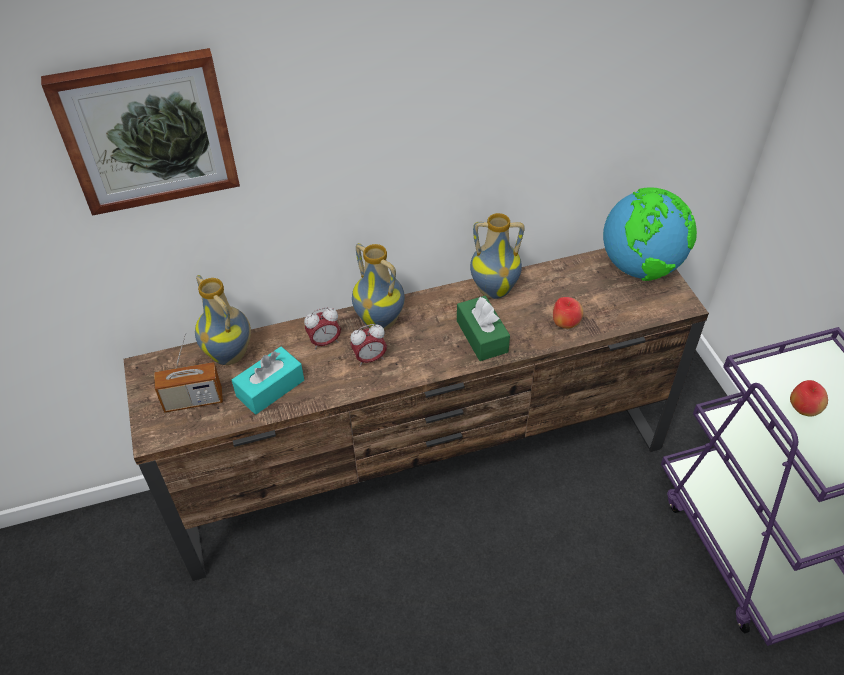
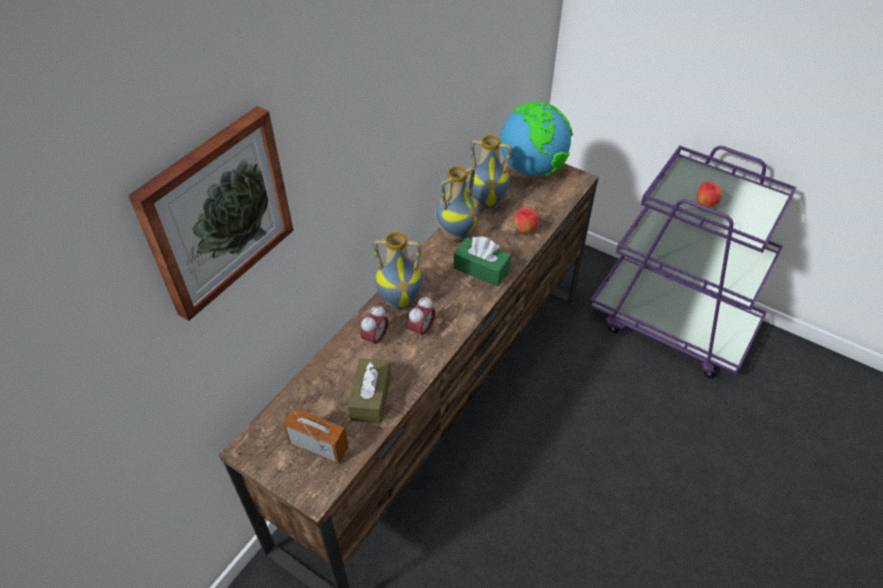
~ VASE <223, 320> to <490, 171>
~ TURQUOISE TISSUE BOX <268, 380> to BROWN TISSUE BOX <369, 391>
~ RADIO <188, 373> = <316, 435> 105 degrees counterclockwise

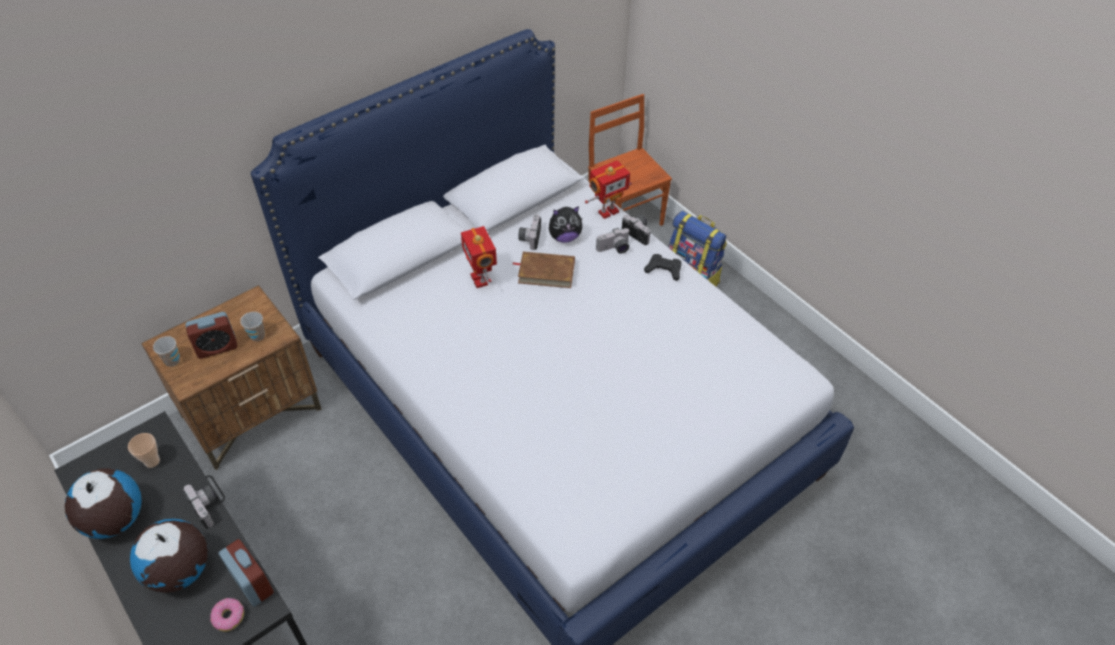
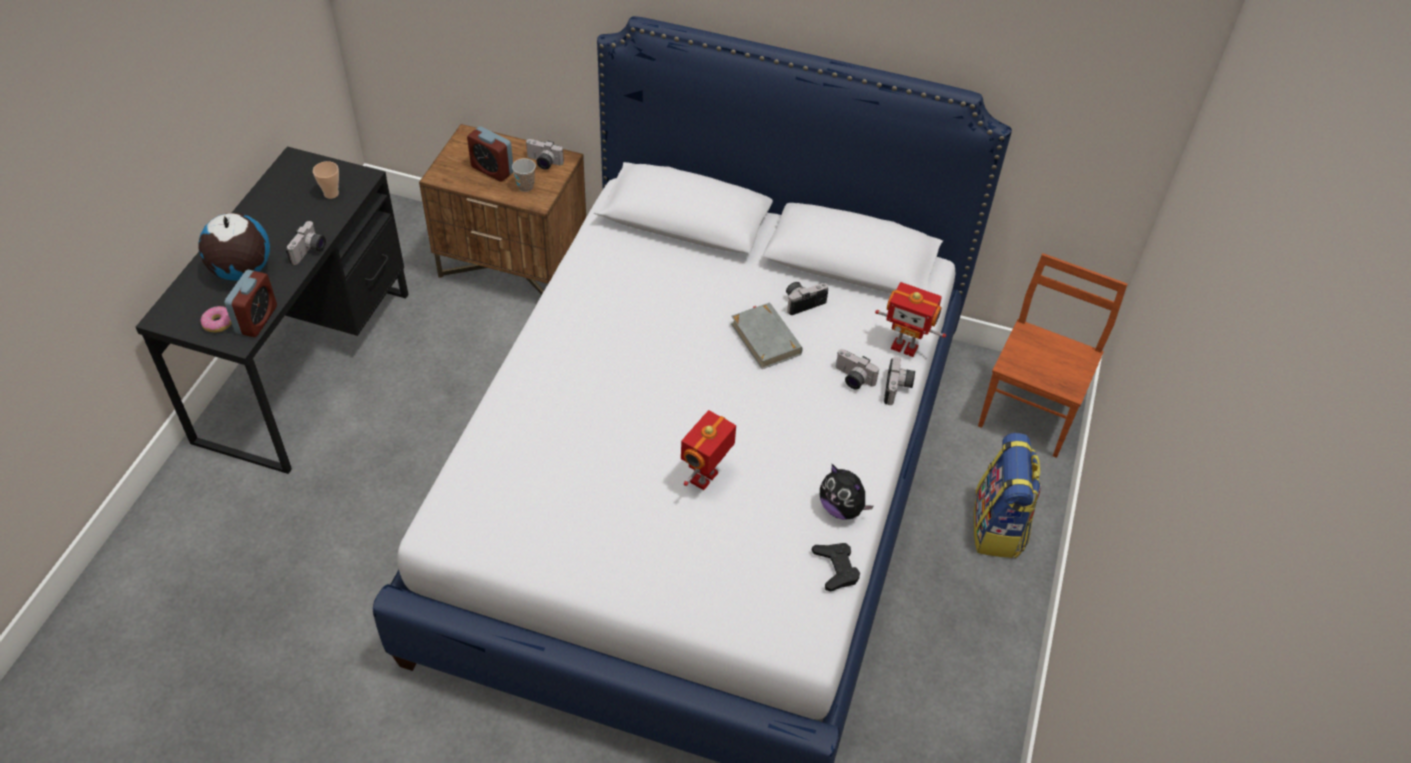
- GLOBE <103, 503>
- CUP <166, 351>
+ PHOTO CAMERA <544, 154>
~ TOY ROBOT <479, 257> to <708, 450>
~ PLUSH TOY <565, 224> to <847, 492>
~ BLACK GAME CONTROLLER <663, 267> to <836, 567>
~ BROWN BOOK <544, 270> to GREY BOOK <766, 335>

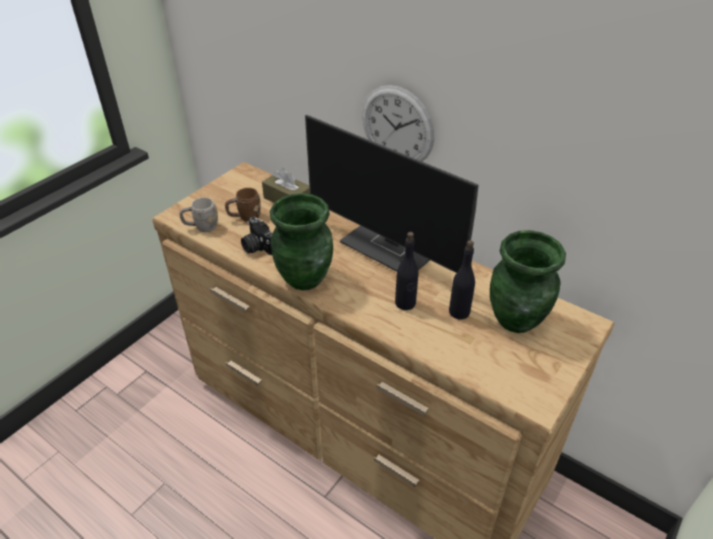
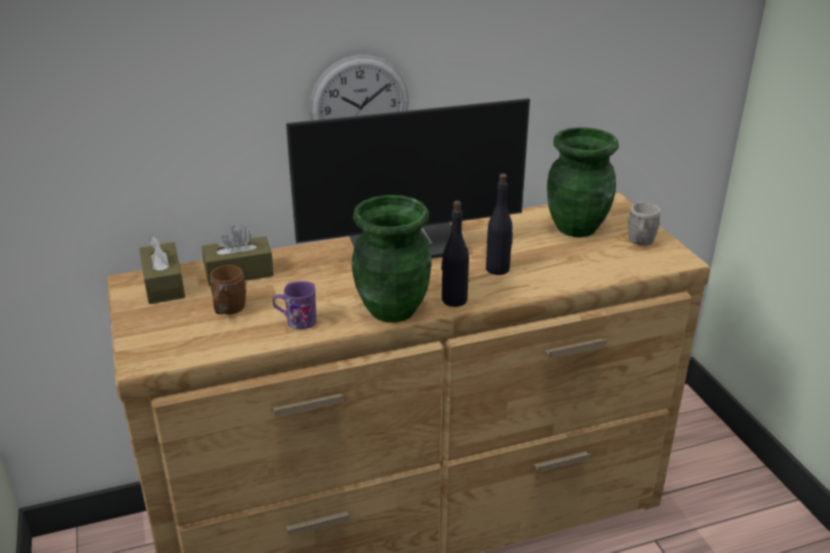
+ BROWN TISSUE BOX <162, 269>
~ GREY MUG <198, 214> to <644, 224>
~ BLACK BOTTLE <462, 279> to <455, 254>
~ PHOTO CAMERA <257, 235> to PURPLE MUG <295, 305>

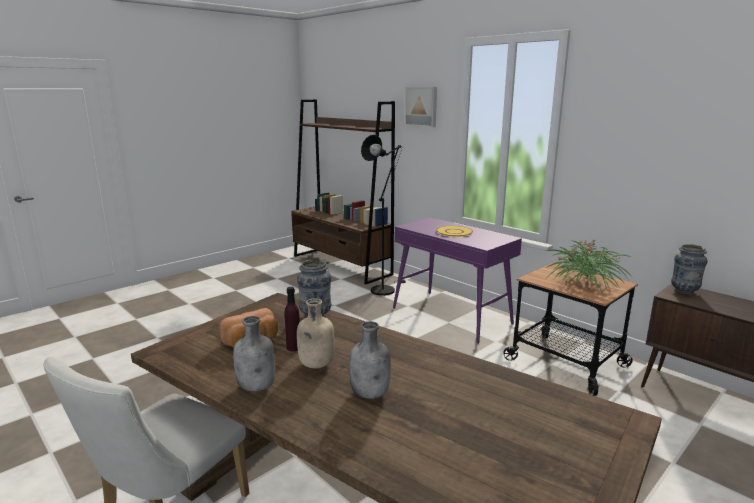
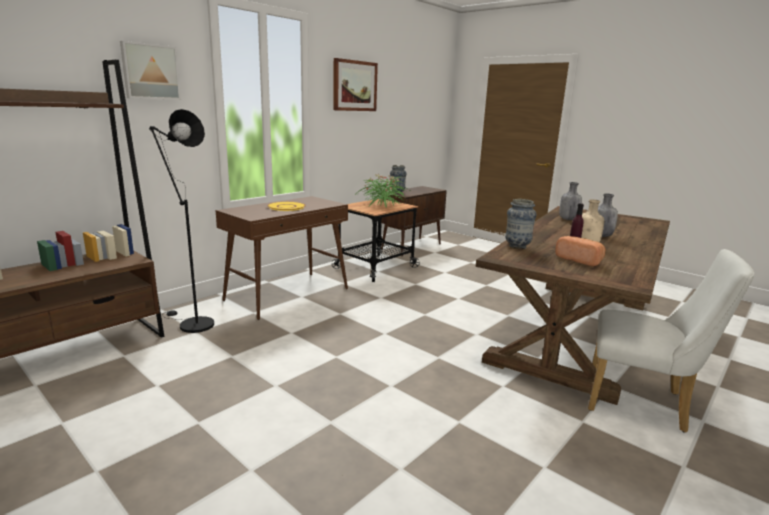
+ PICTURE <355, 84>
~ GREY BOTTLE <254, 354> to <570, 201>
~ PURPLE CONSOLE TABLE <457, 280> to BROWN CONSOLE TABLE <281, 258>

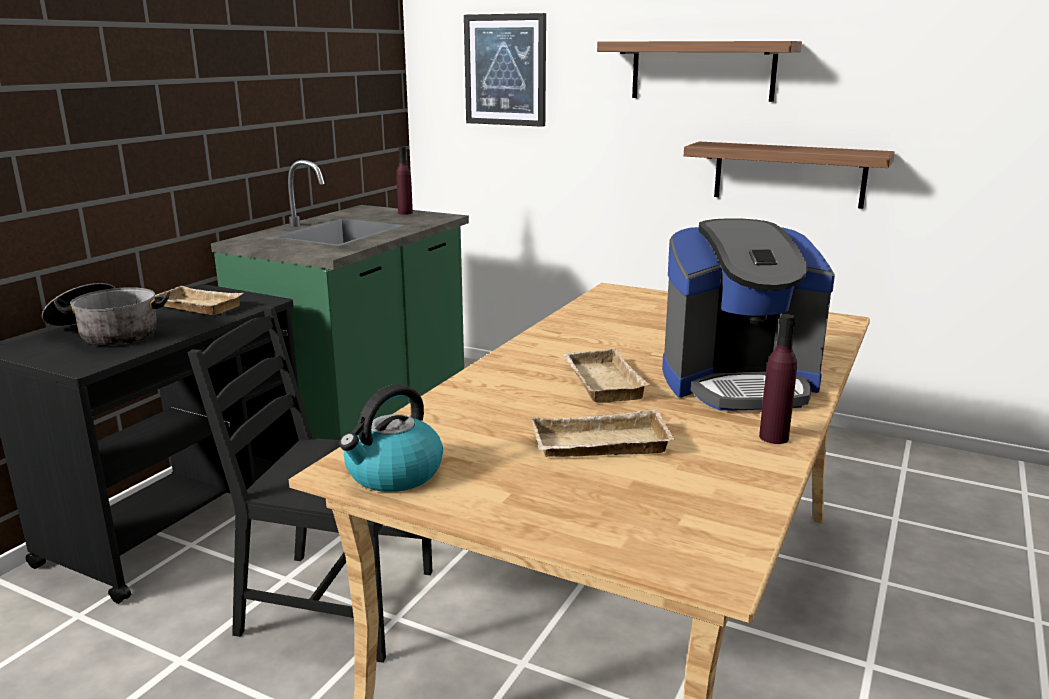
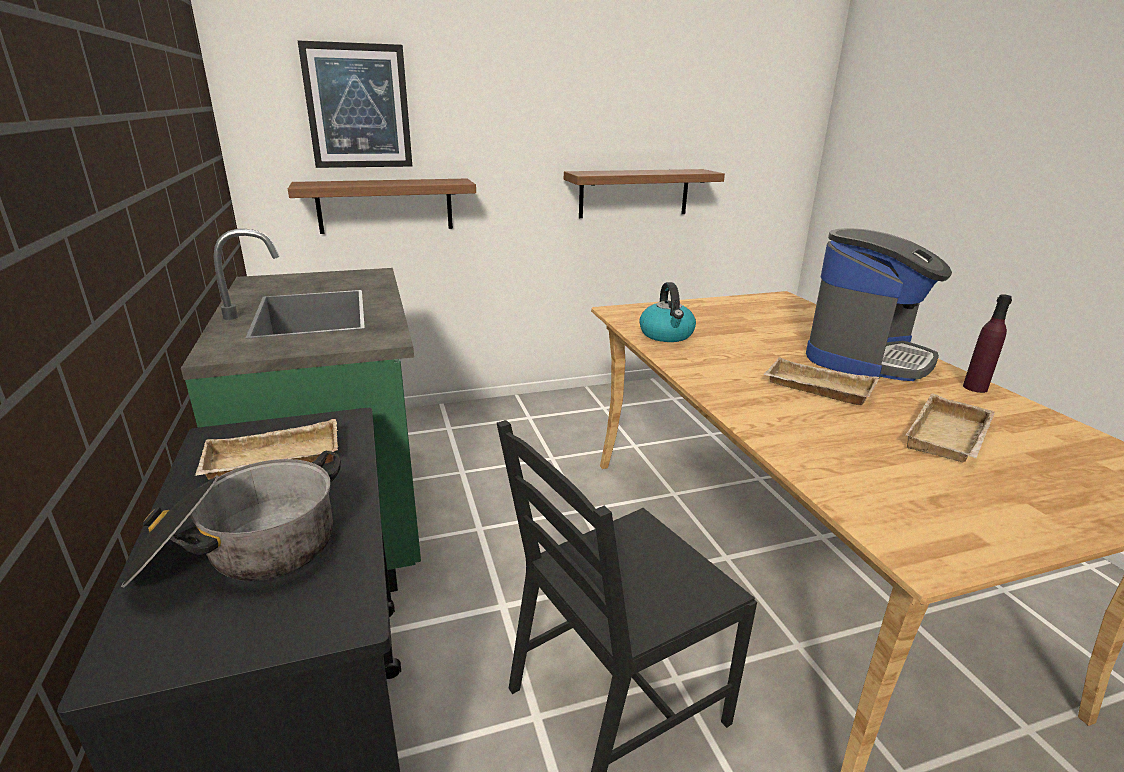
- PURPLE BOTTLE <404, 181>
~ KETTLE <391, 438> to <667, 312>
~ SHELF <699, 71> to <382, 206>

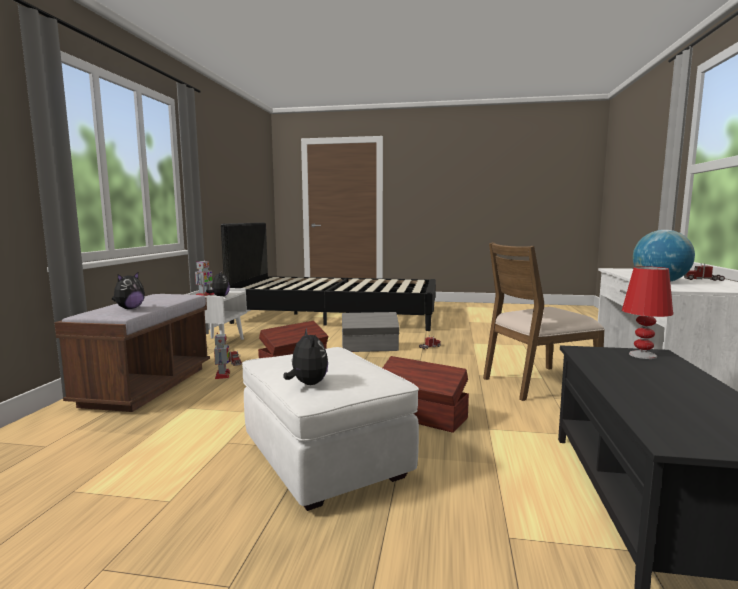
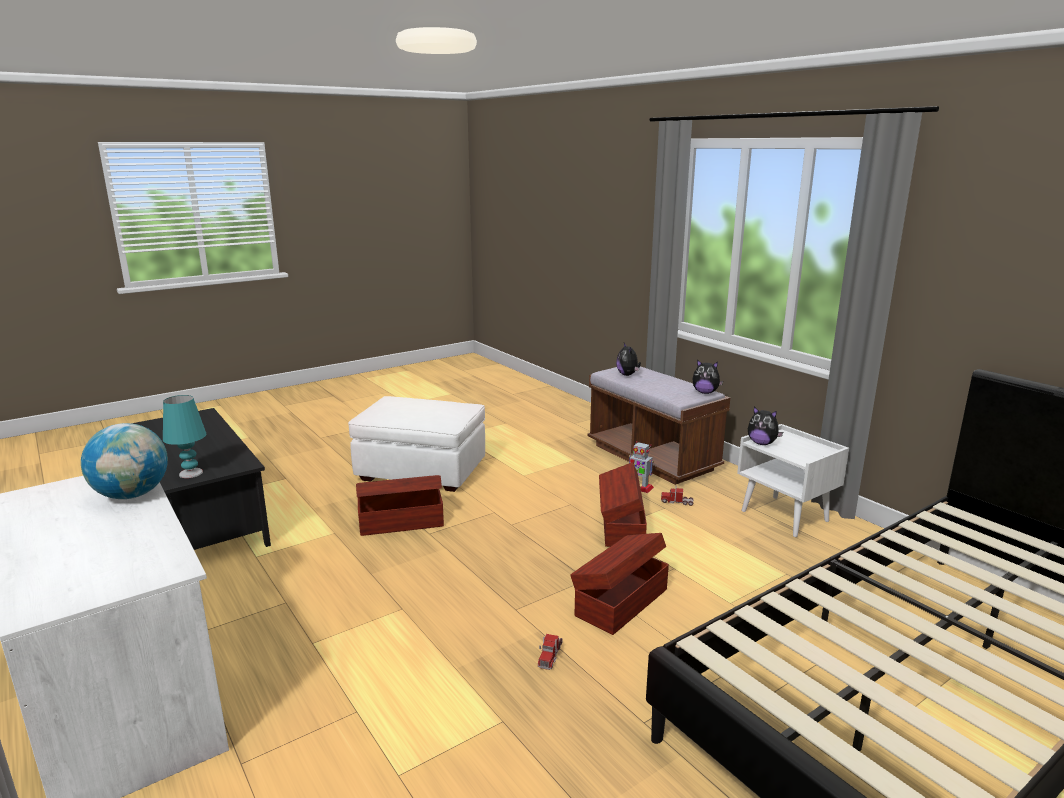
- TOY ROBOT <204, 278>
- BROWN CHAIR <544, 321>
- TOY TRUCK <704, 272>
~ PLUSH TOY <305, 356> to <707, 377>
~ GREY STORAGE BOX <370, 332> to BROWN STORAGE BOX <619, 584>
~ RED TABLE LAMP <647, 312> to TURQUOISE TABLE LAMP <184, 436>

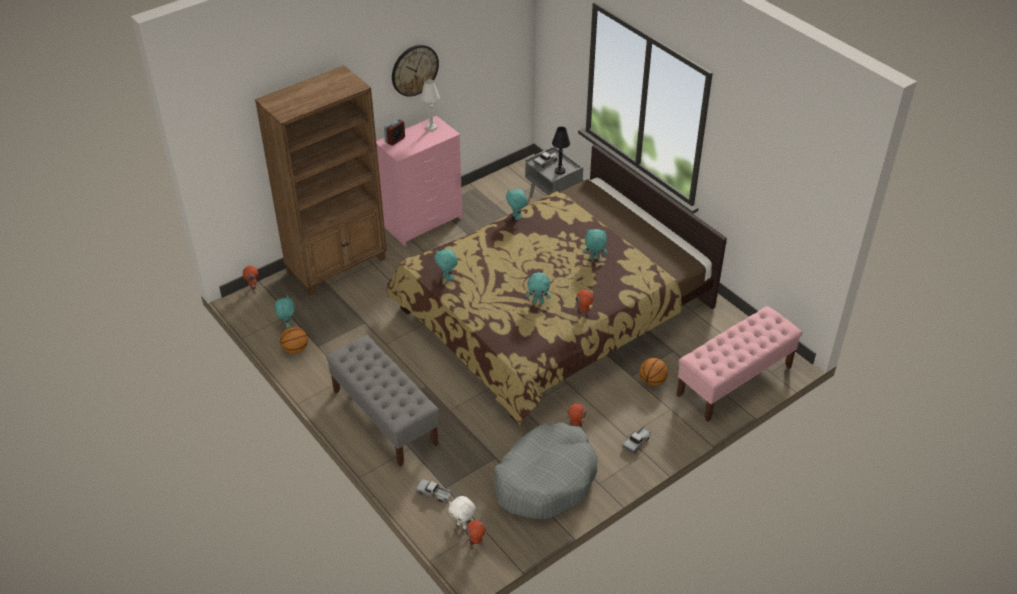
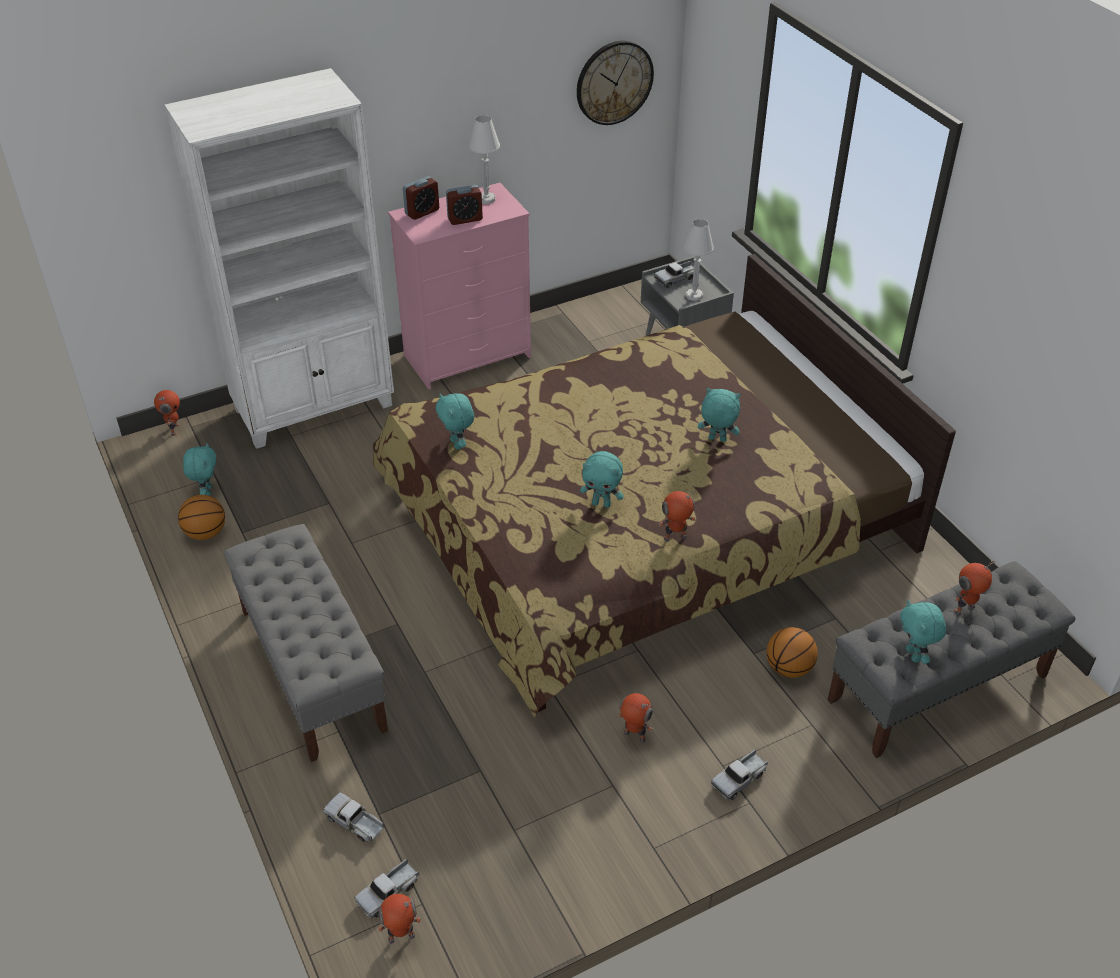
- GREY DOG BED <546, 470>
+ ALARM CLOCK <464, 205>
+ TOY ROBOT <974, 587>
~ WALL CLOCK <415, 71> to <615, 83>
~ TURQUOISE PLUSH TOY <516, 204> to <923, 632>
~ WHITE PLUSH TOY <462, 512> to TOY TRUCK <387, 888>
~ BROWN BOOKCASE <321, 180> to WHITE BOOKCASE <279, 258>
~ BLACK TABLE LAMP <561, 151> to WHITE TABLE LAMP <698, 260>
~ PINK BENCH <739, 364> to GREY BENCH <951, 659>

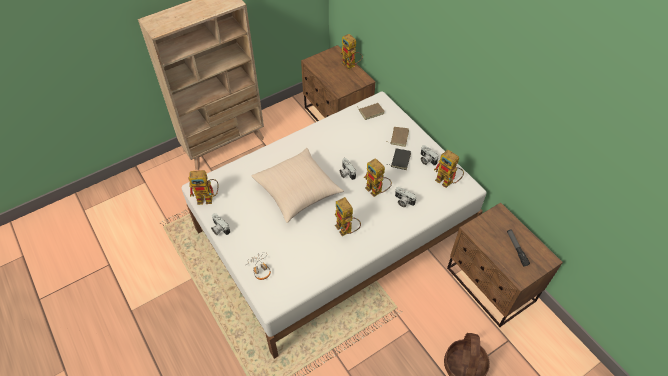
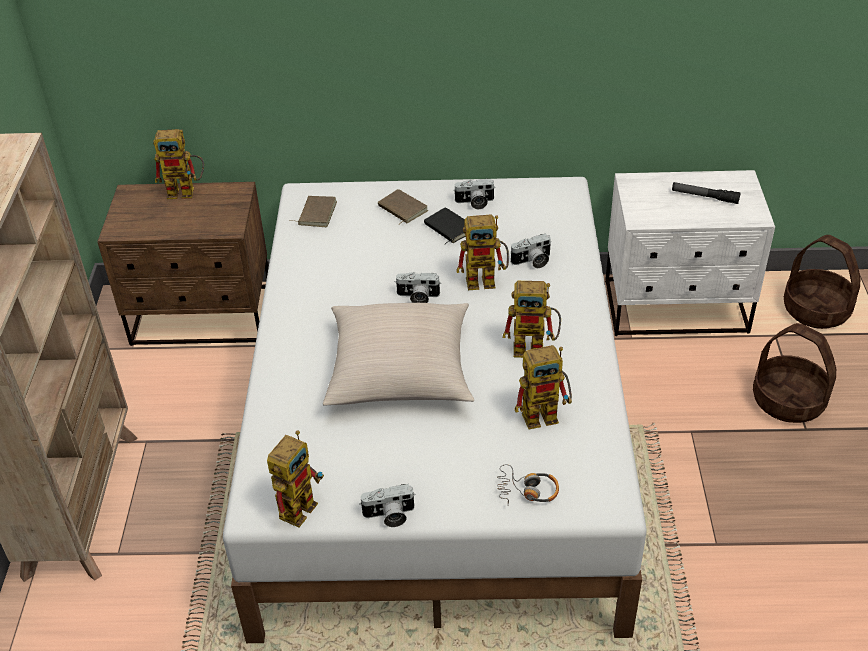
+ BASKET <822, 282>
~ TOY ROBOT <449, 169> to <543, 387>
~ BROWN NIGHTSTAND <505, 264> to WHITE NIGHTSTAND <690, 253>

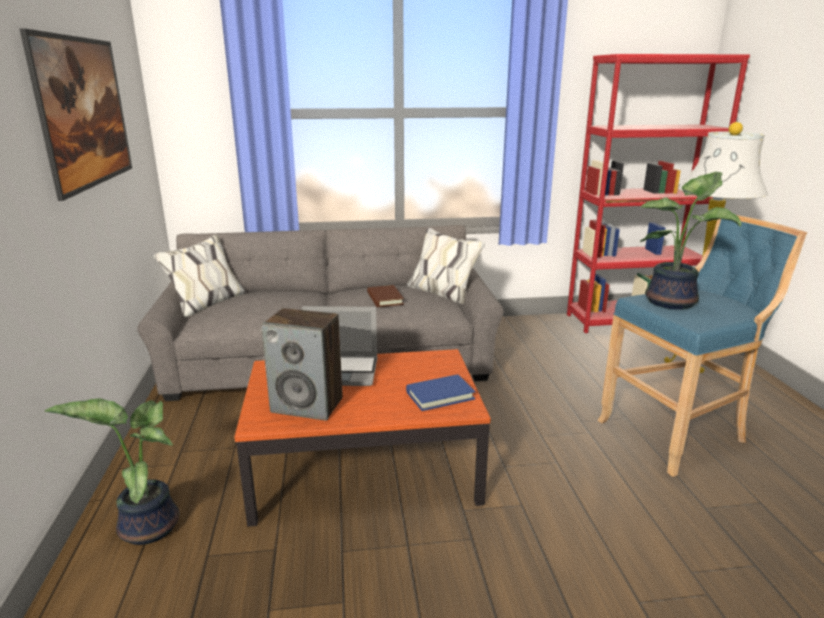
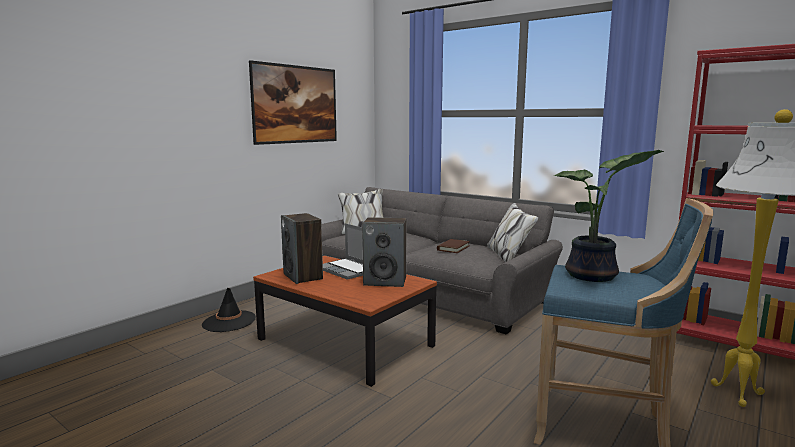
- BLUE BOOK <440, 392>
+ SPEAKER <384, 252>
~ POTTED PLANT <112, 471> to BLACK HAT <229, 310>

